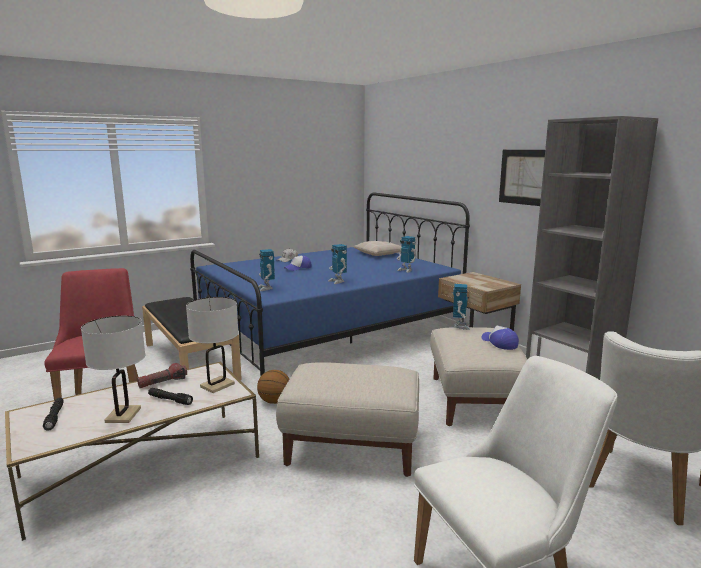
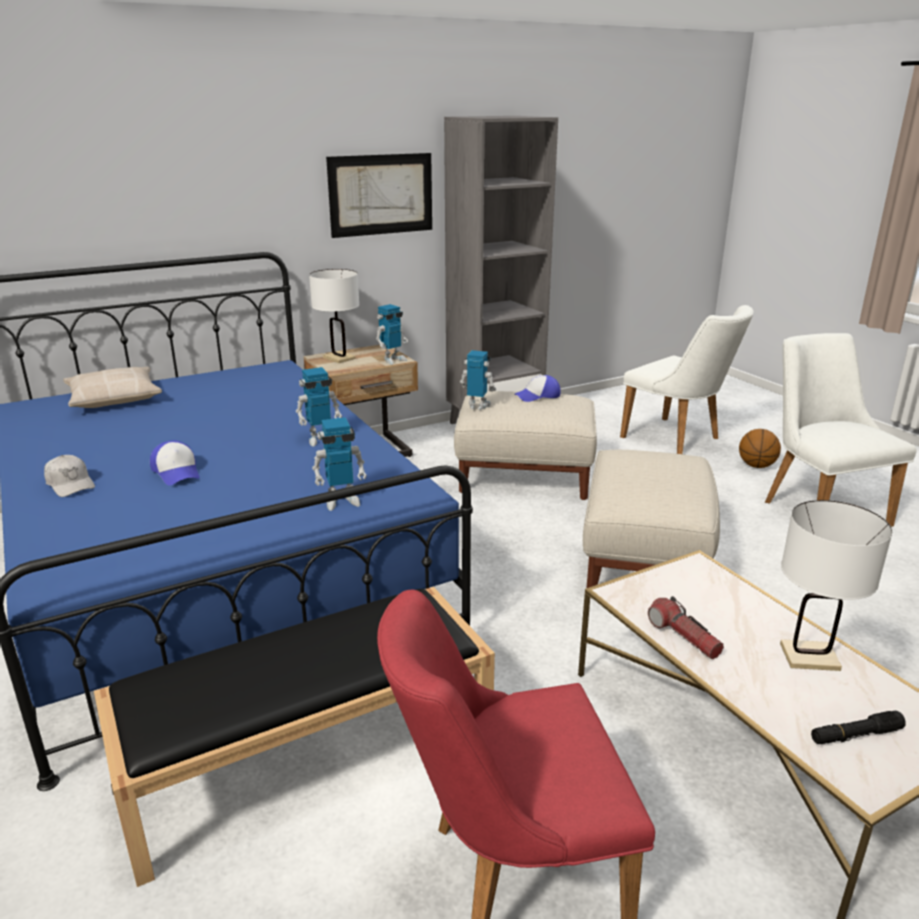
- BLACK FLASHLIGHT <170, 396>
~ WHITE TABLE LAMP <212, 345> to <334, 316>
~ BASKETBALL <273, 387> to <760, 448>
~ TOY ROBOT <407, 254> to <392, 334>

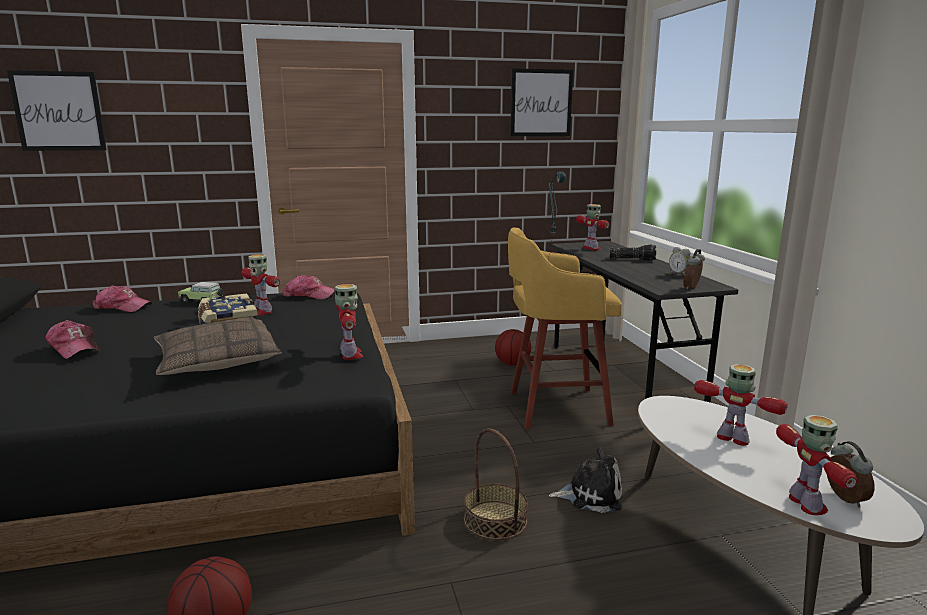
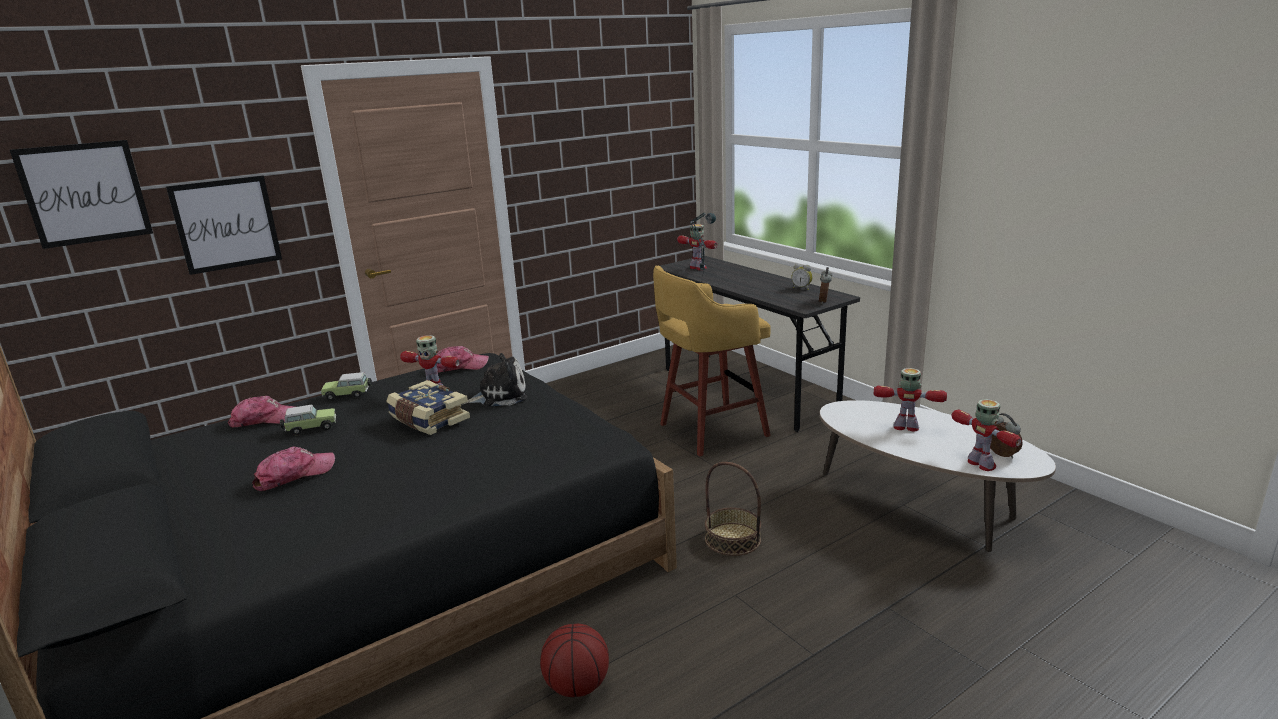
- PILLOW <217, 346>
- TOY ROBOT <348, 322>
- BASKETBALL <513, 347>
- FLASHLIGHT <633, 253>
+ TOY CAR <308, 420>
~ PICTURE <541, 102> to <224, 225>
~ PLUSH TOY <585, 480> to <495, 380>
~ CAP <73, 339> = <293, 469> 60 degrees counterclockwise

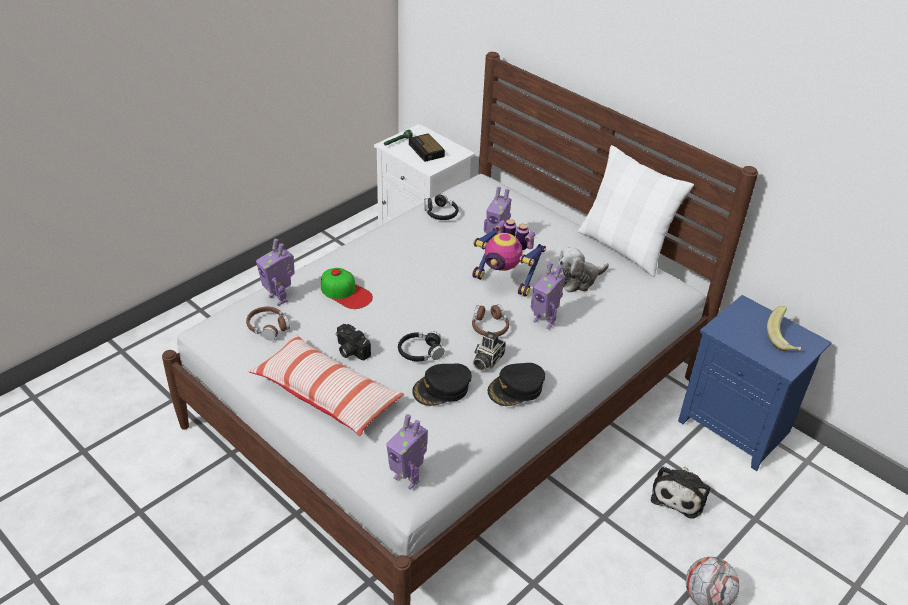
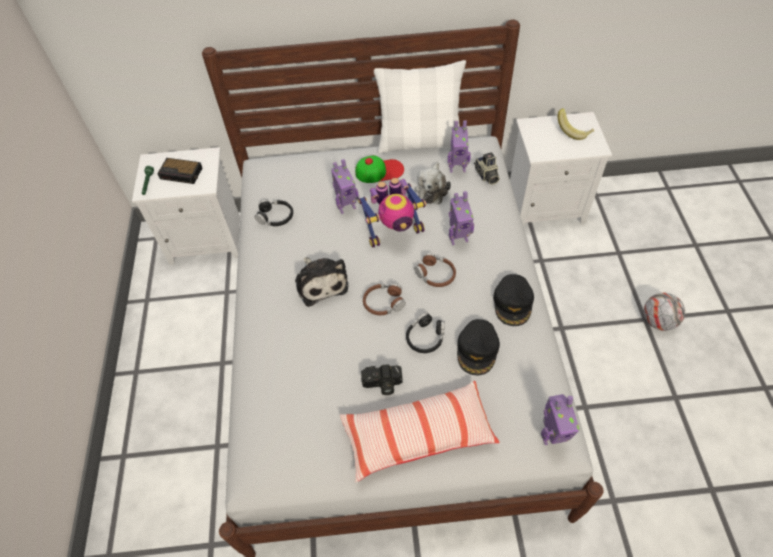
~ BROWN HEADPHONES <268, 323> to <384, 299>
~ TOY ROBOT <275, 272> to <459, 146>
~ CAP <347, 288> to <379, 169>
~ PHOTO CAMERA <489, 351> to <487, 168>
~ PLUSH TOY <680, 492> to <322, 282>
~ BLUE NIGHTSTAND <755, 383> to WHITE NIGHTSTAND <561, 169>

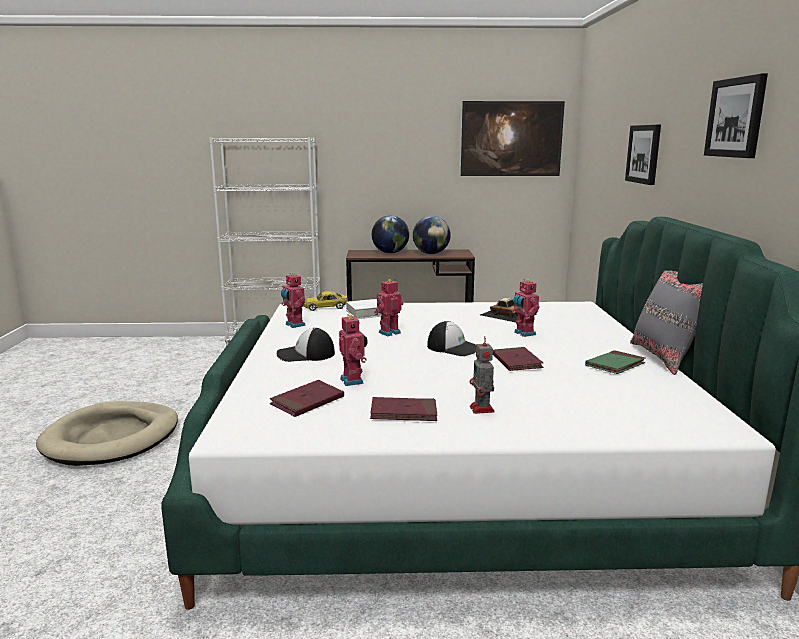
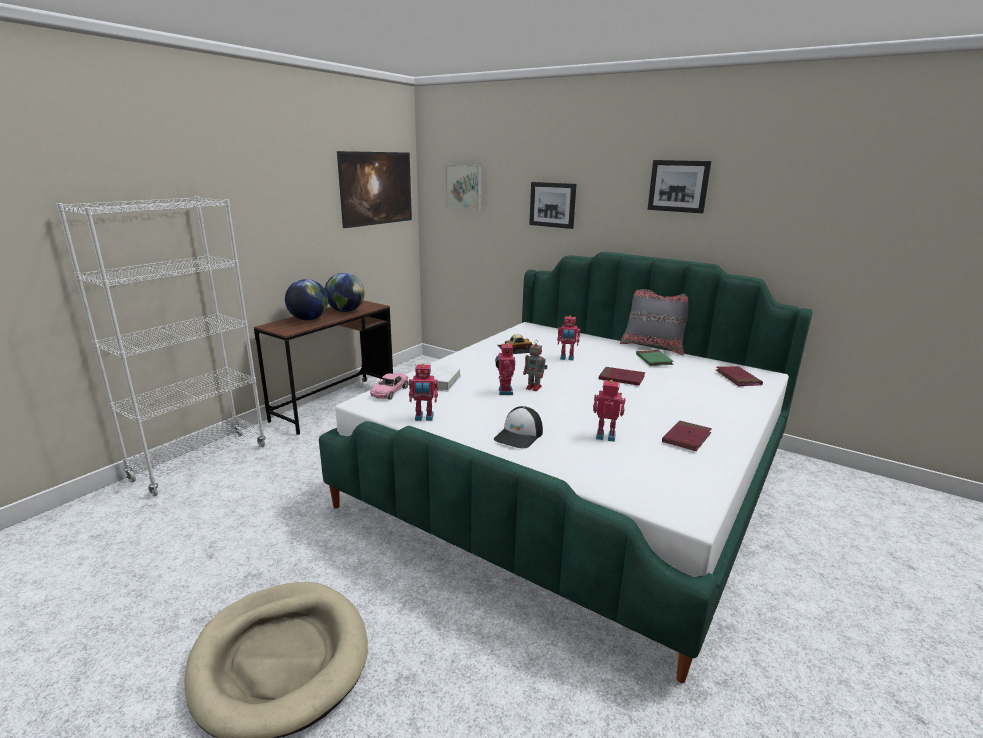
- CAP <451, 338>
+ PICTURE <464, 187>
~ RED BOOK <307, 398> to <739, 376>
~ TOY ROBOT <482, 375> to <535, 365>
~ YELLOW TOY CAR <326, 301> to PINK TOY CAR <389, 386>

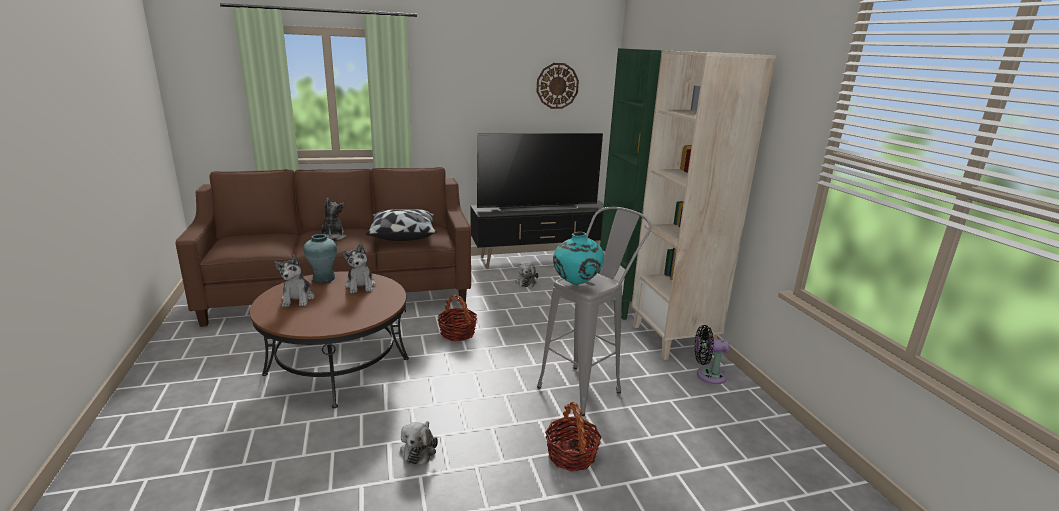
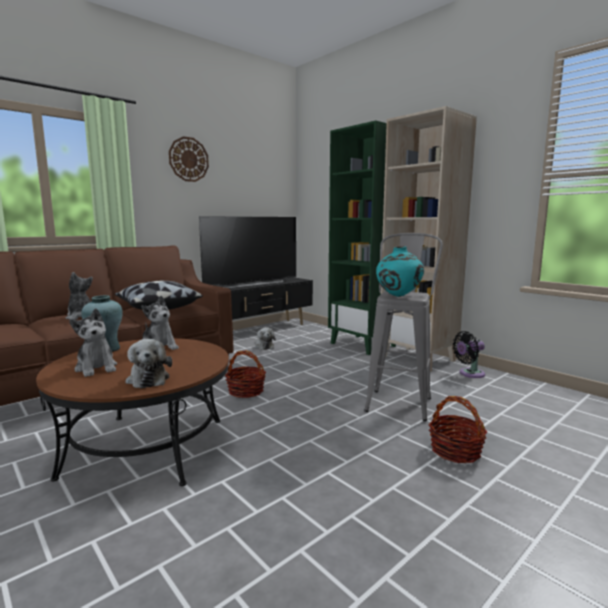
~ PLUSH TOY <419, 442> to <148, 363>
~ WALL CLOCK <557, 86> to <189, 159>

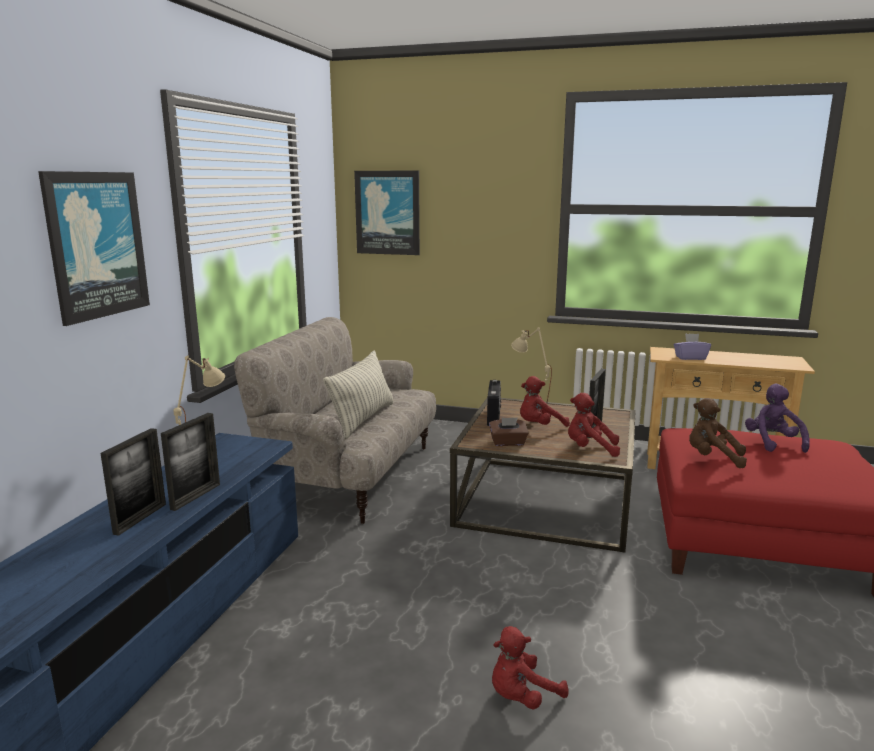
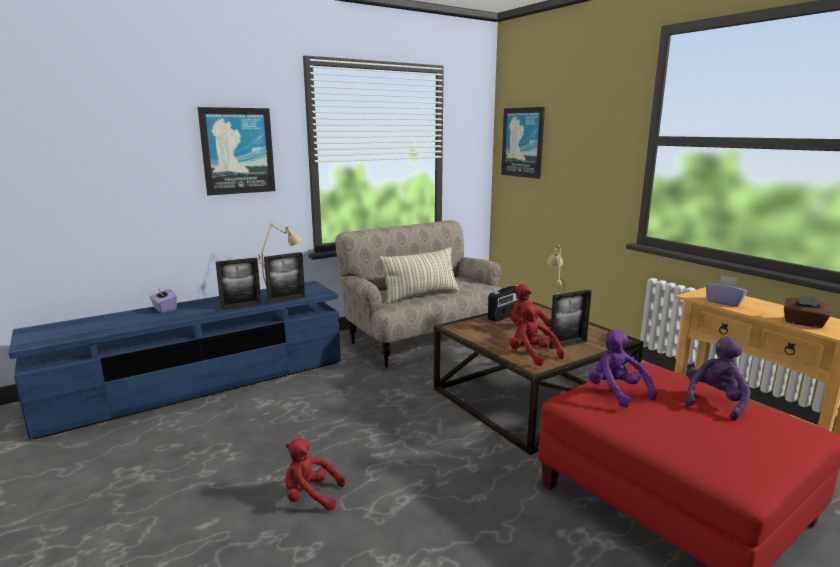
+ PURPLE TISSUE BOX <163, 300>
~ PICTURE FRAME <133, 482> to <284, 278>
~ BROWN TISSUE BOX <509, 432> to <807, 311>
~ BROWN PLUSH TOY <718, 433> to PURPLE PLUSH TOY <623, 368>

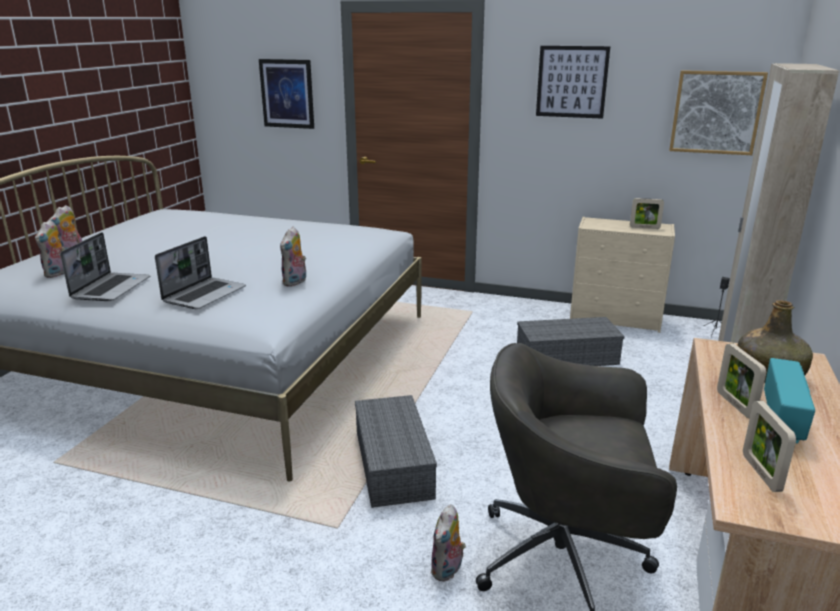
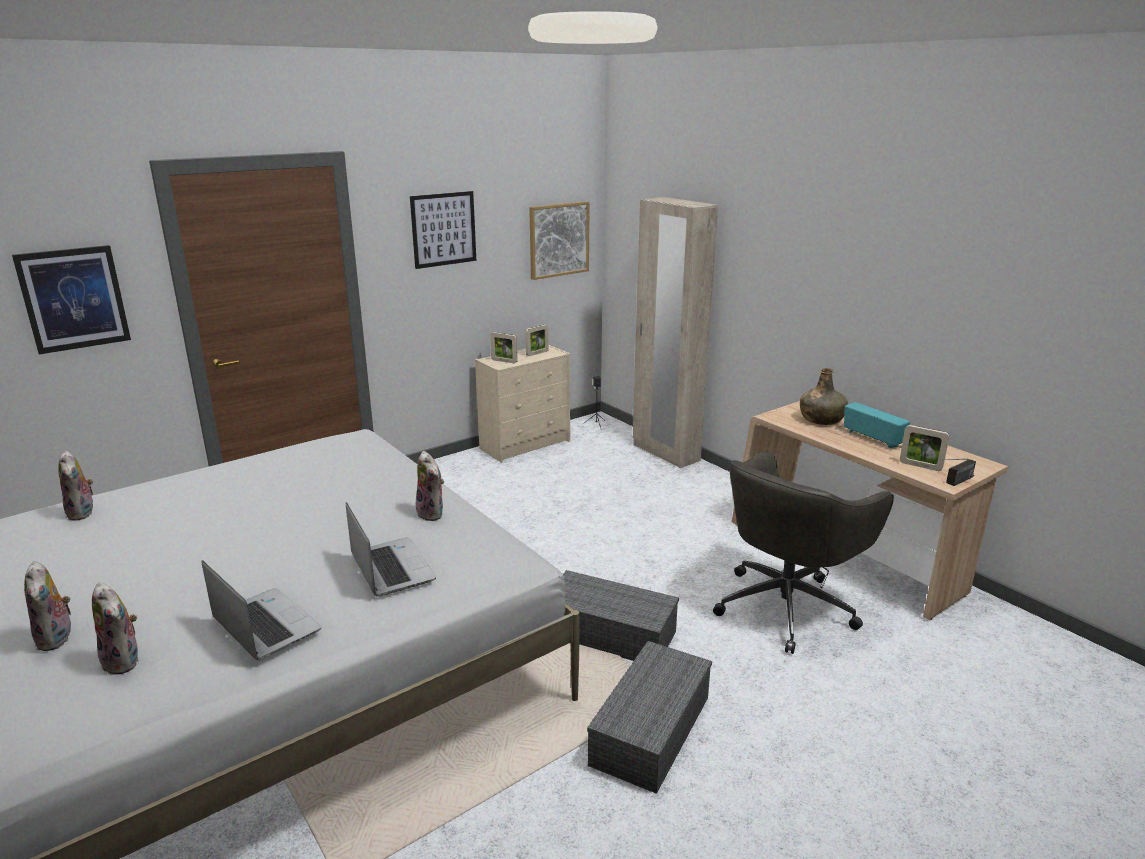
+ RADIO <961, 472>
~ PLUSH TOY <448, 543> to <75, 485>
~ GREY STORAGE BOX <571, 341> to <649, 717>
~ PICTURE FRAME <742, 381> to <504, 347>

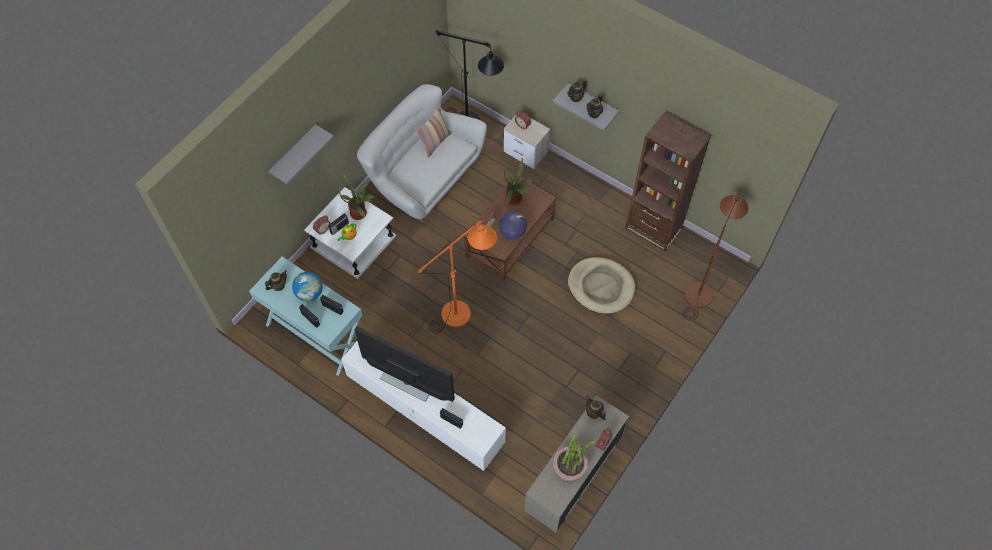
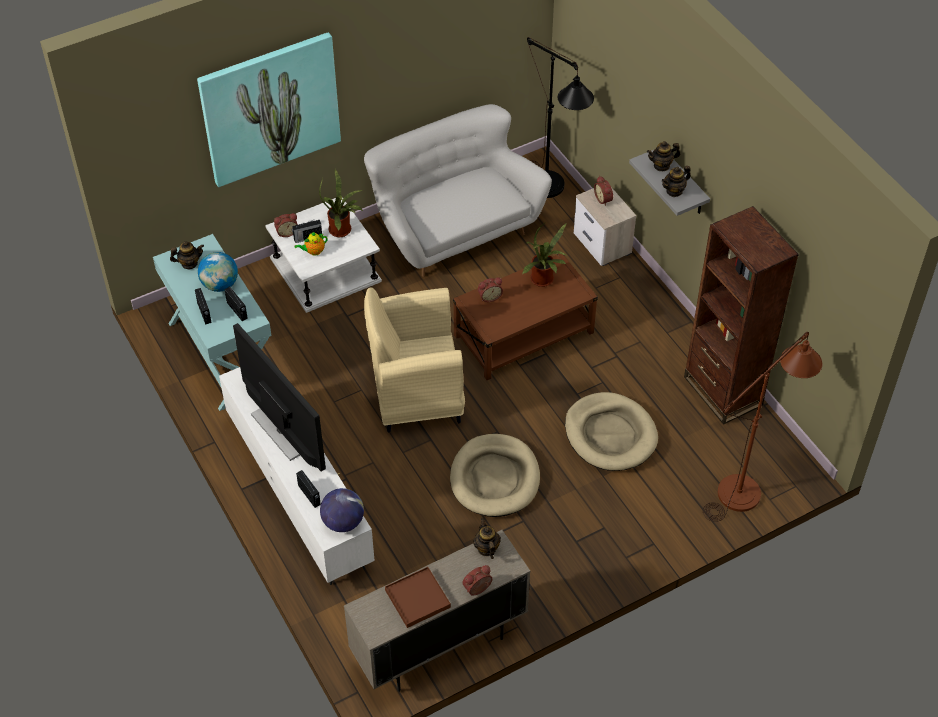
- PILLOW <433, 132>
+ BEIGE DOG BED <495, 475>
~ GLOBE <513, 226> to <342, 510>
~ GREY SHELF <301, 154> to PICTURE <269, 109>
~ ORANGE FLOOR LAMP <457, 277> to BEIGE ARMCHAIR <414, 360>
~ POTTED PLANT <574, 458> to BROWN TRAY <418, 597>

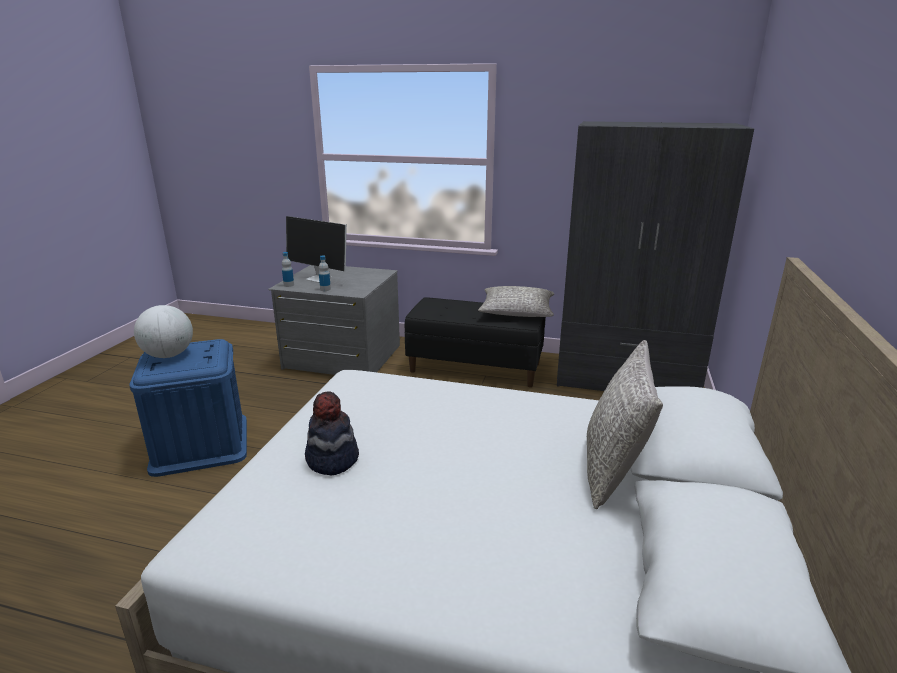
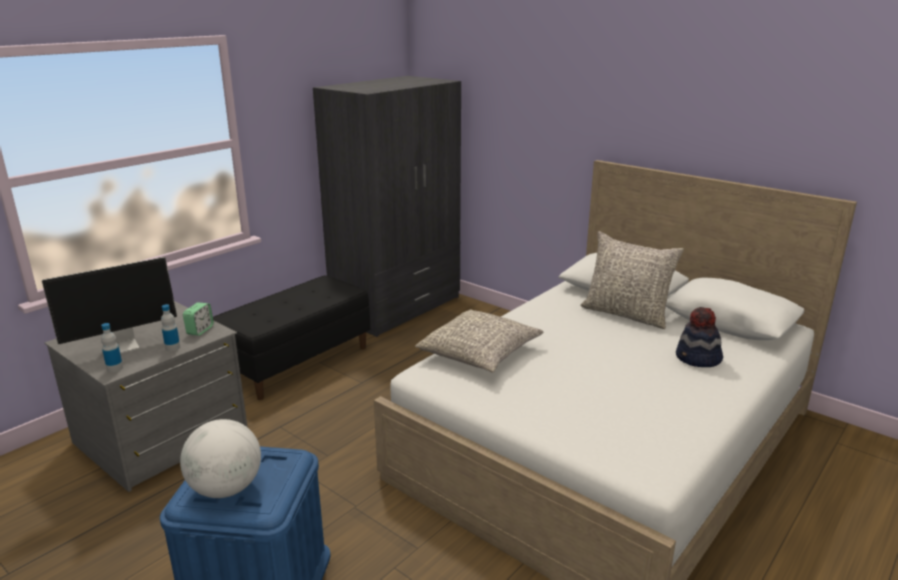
+ ALARM CLOCK <198, 319>
~ HAT <332, 433> to <699, 337>
~ GREY PILLOW <516, 301> to <479, 341>

